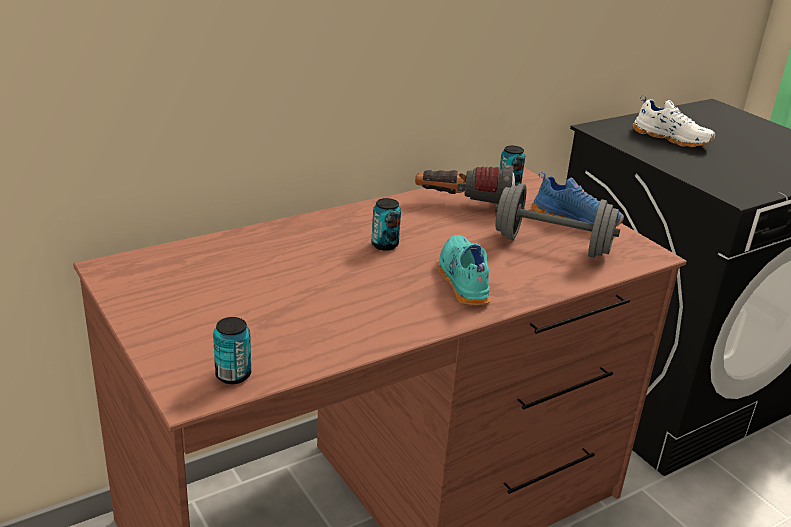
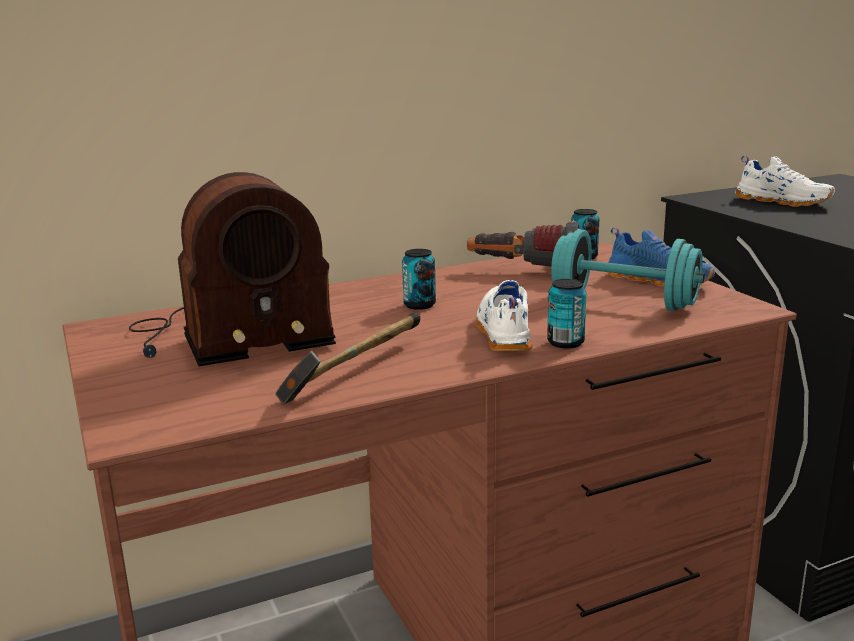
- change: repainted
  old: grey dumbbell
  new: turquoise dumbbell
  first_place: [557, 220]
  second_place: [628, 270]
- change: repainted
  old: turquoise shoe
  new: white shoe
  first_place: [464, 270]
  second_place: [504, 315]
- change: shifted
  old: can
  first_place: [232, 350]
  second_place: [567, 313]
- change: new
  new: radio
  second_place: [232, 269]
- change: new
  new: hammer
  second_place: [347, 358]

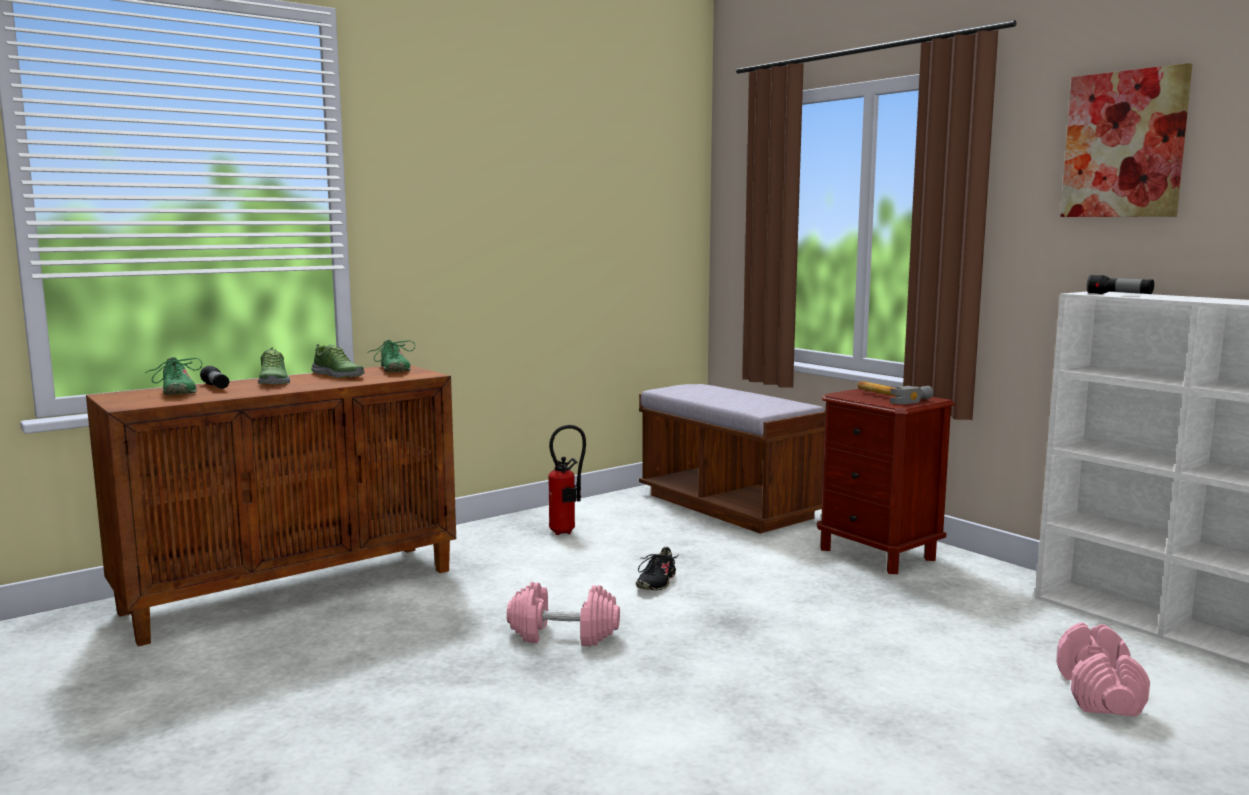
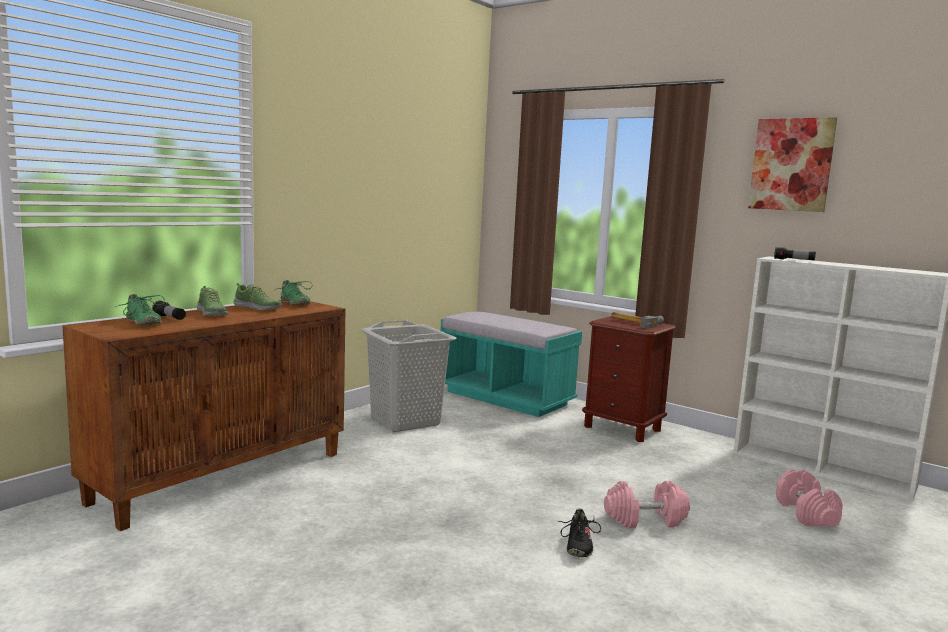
- change: repainted
  old: brown bench
  new: turquoise bench
  first_place: [732, 459]
  second_place: [511, 364]
- change: swapped
  old: fire extinguisher
  new: grey laundry basket
  first_place: [567, 480]
  second_place: [408, 376]
- change: shifted
  old: black shoe
  first_place: [658, 568]
  second_place: [579, 533]
- change: shifted
  old: pink dumbbell
  first_place: [563, 614]
  second_place: [647, 504]

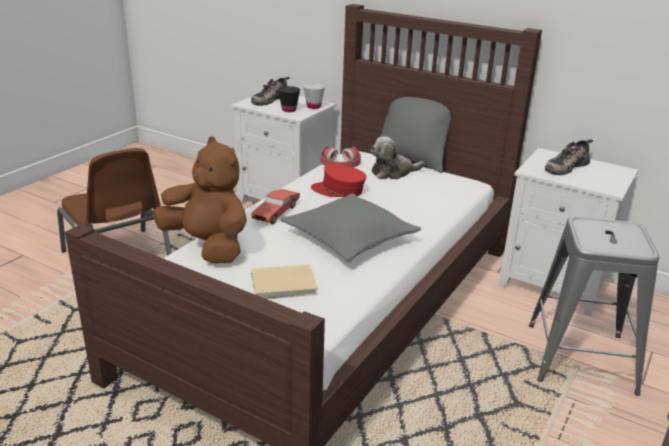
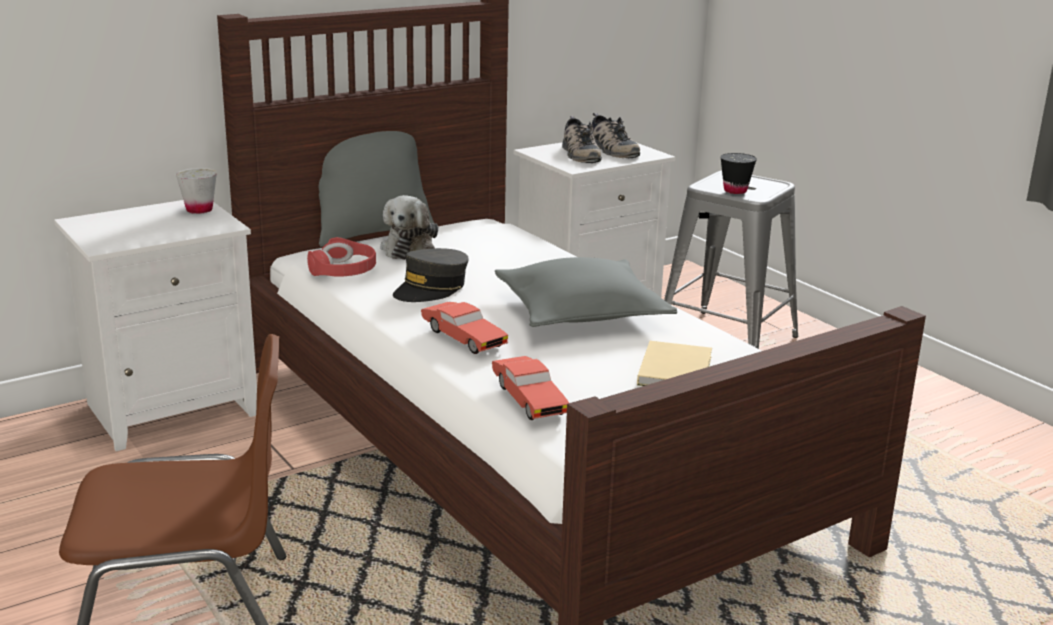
- change: shifted
  old: shoe
  first_place: [270, 91]
  second_place: [616, 135]
- change: shifted
  old: black cup
  first_place: [289, 99]
  second_place: [738, 173]
- change: swapped
  old: brown plush toy
  new: red toy car
  first_place: [199, 200]
  second_place: [530, 388]
- change: repainted
  old: red cap
  new: grey cap
  first_place: [339, 180]
  second_place: [431, 275]

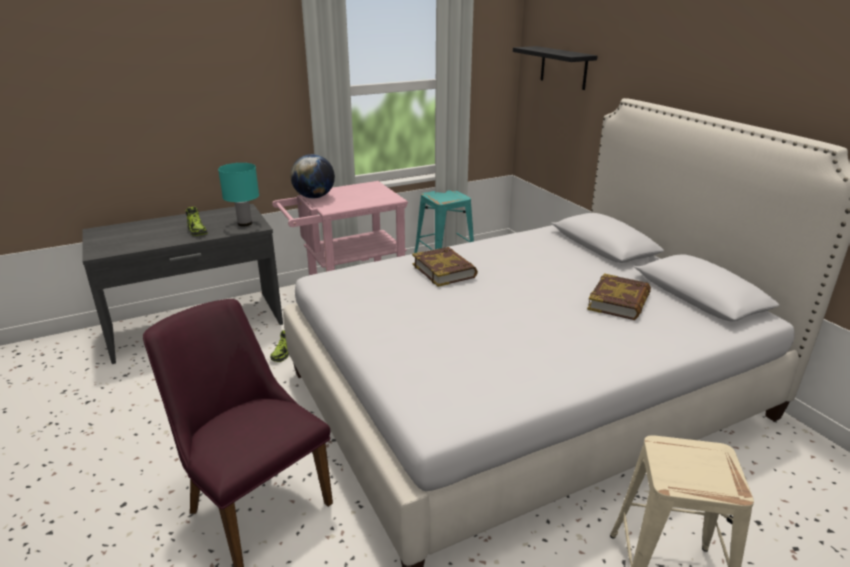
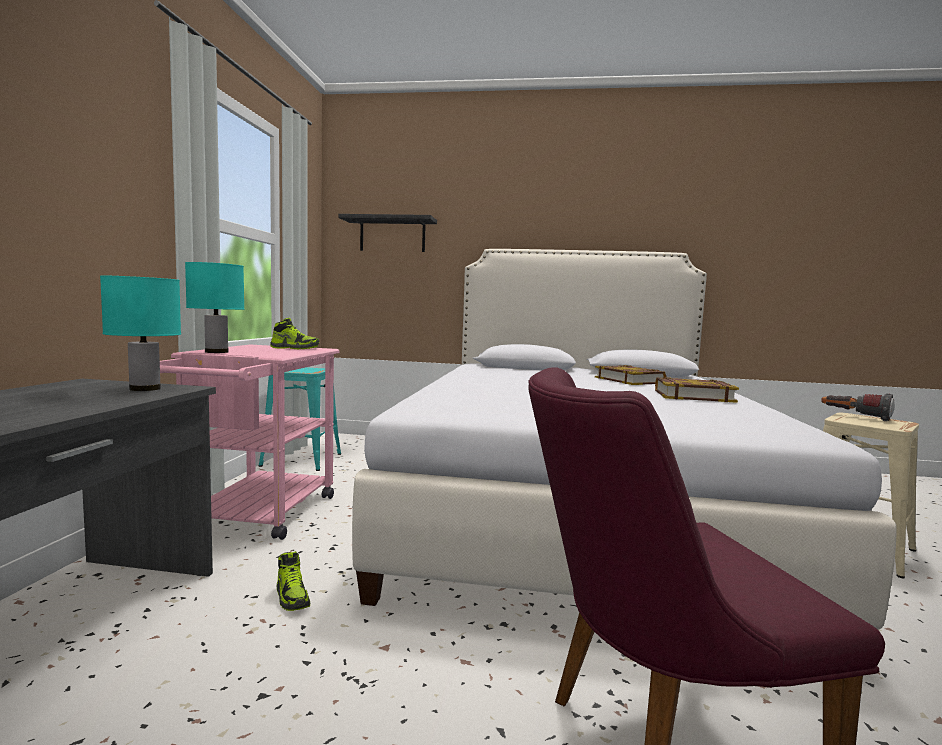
- change: swapped
  old: globe
  new: turquoise table lamp
  first_place: [312, 176]
  second_place: [214, 307]
- change: shifted
  old: shoe
  first_place: [197, 221]
  second_place: [294, 333]
- change: shifted
  old: book
  first_place: [445, 267]
  second_place: [697, 390]
- change: new
  new: flashlight
  second_place: [858, 407]

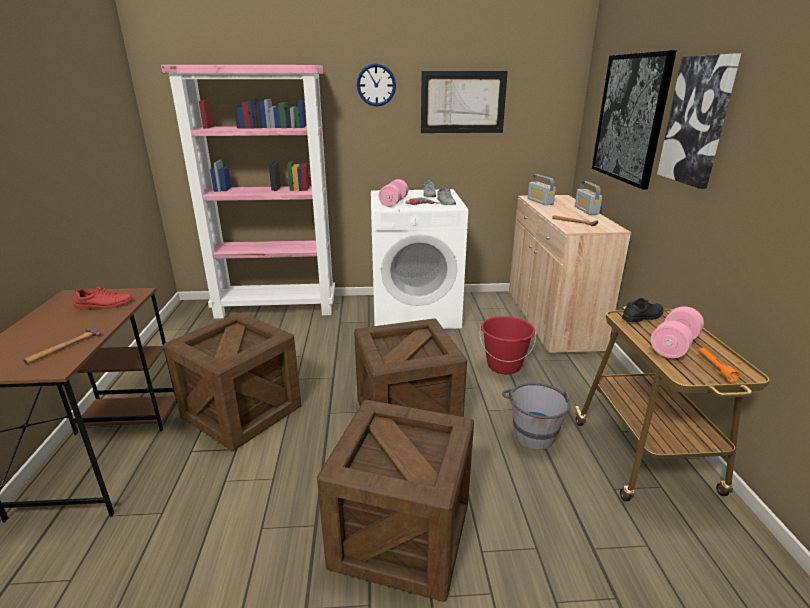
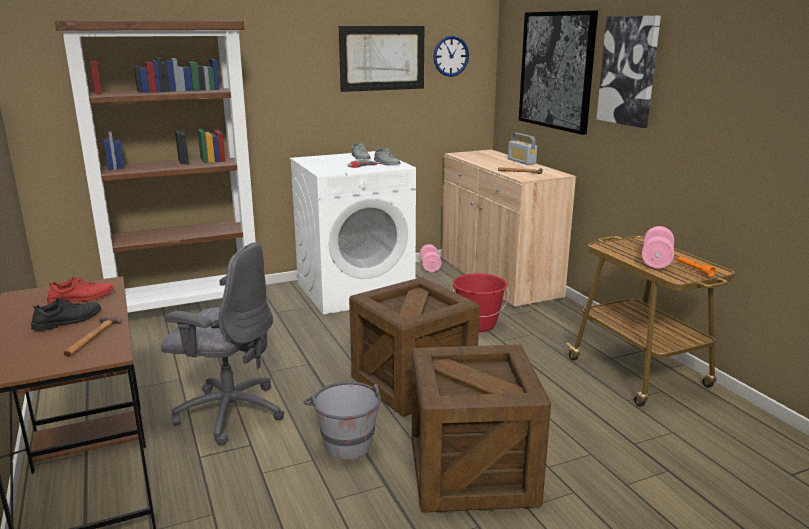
- change: shifted
  old: wall clock
  first_place: [376, 85]
  second_place: [451, 56]
- change: repainted
  old: pink bookcase
  new: brown bookcase
  first_place: [248, 192]
  second_place: [155, 166]
- change: gone
  old: radio
  first_place: [542, 189]
- change: shifted
  old: pink dumbbell
  first_place: [393, 193]
  second_place: [430, 258]
- change: shifted
  old: black shoe
  first_place: [643, 310]
  second_place: [66, 314]
- change: swapped
  old: crate
  new: grey office chair
  first_place: [232, 381]
  second_place: [222, 344]
- change: shifted
  old: grey bucket
  first_place: [536, 416]
  second_place: [342, 421]

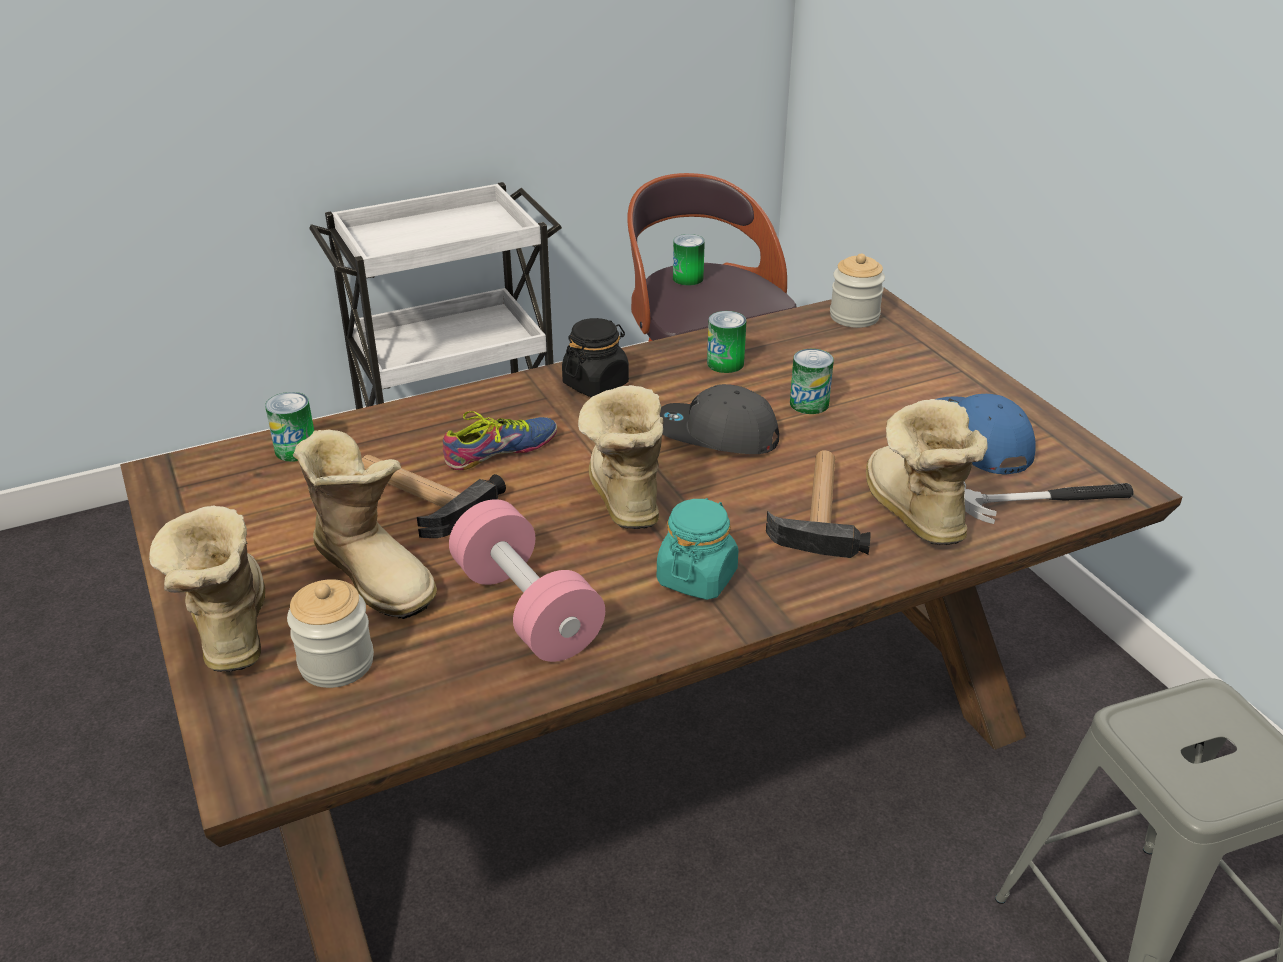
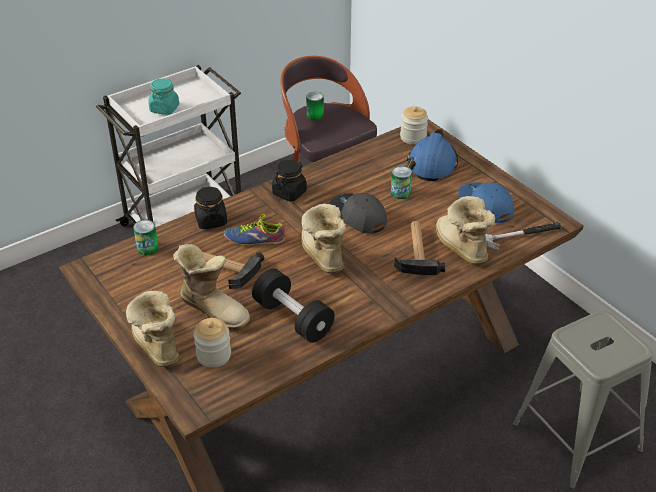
- change: gone
  old: can
  first_place: [726, 342]
- change: rotated
  old: grey cap
  first_place: [719, 419]
  second_place: [358, 213]
  degrees: 45
- change: rotated
  old: shoe
  first_place: [499, 440]
  second_place: [254, 230]
  degrees: -135
- change: shifted
  old: turquoise jar
  first_place: [697, 549]
  second_place: [163, 96]
- change: repainted
  old: pink dumbbell
  new: black dumbbell
  first_place: [527, 580]
  second_place: [293, 306]
- change: new
  new: blue hard hat
  second_place: [432, 155]
- change: new
  new: black jar
  second_place: [210, 208]

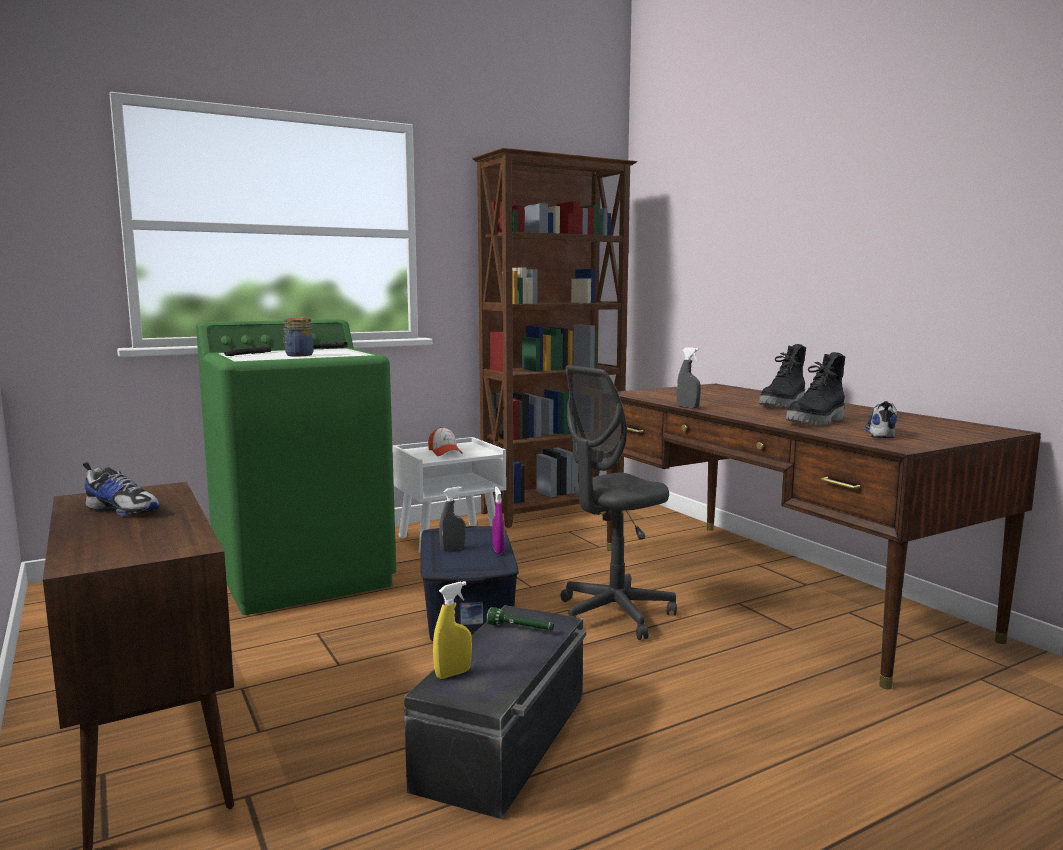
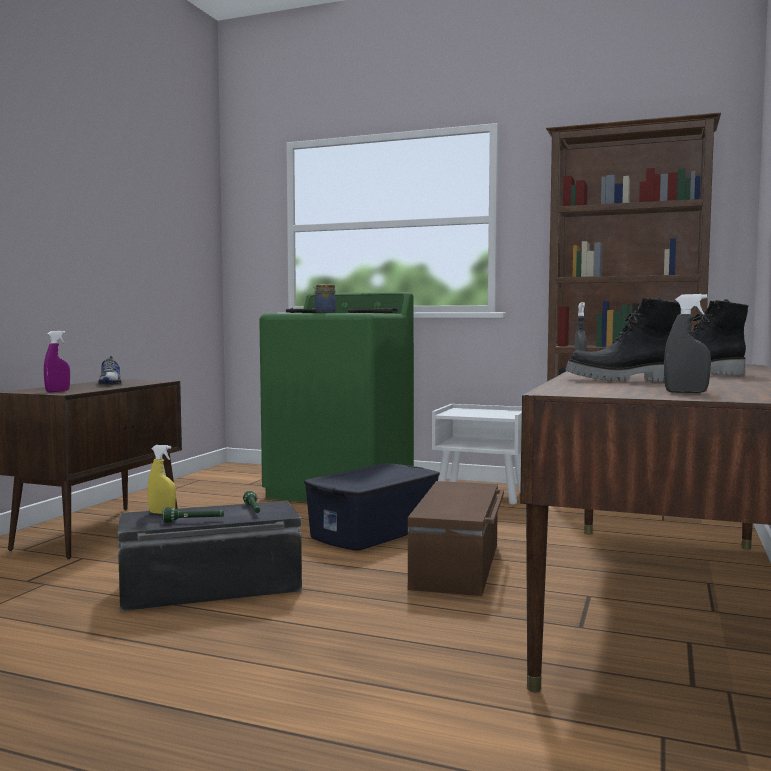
- change: swapped
  old: grey office chair
  new: brown storage box
  first_place: [619, 502]
  second_place: [456, 538]
- change: gone
  old: shoe
  first_place: [881, 419]
- change: gone
  old: cap
  first_place: [445, 441]
- change: shifted
  old: purple spray bottle
  first_place: [498, 520]
  second_place: [57, 361]
- change: shifted
  old: grey spray bottle
  first_place: [452, 519]
  second_place: [687, 343]
- change: new
  new: green flashlight
  second_place: [193, 515]

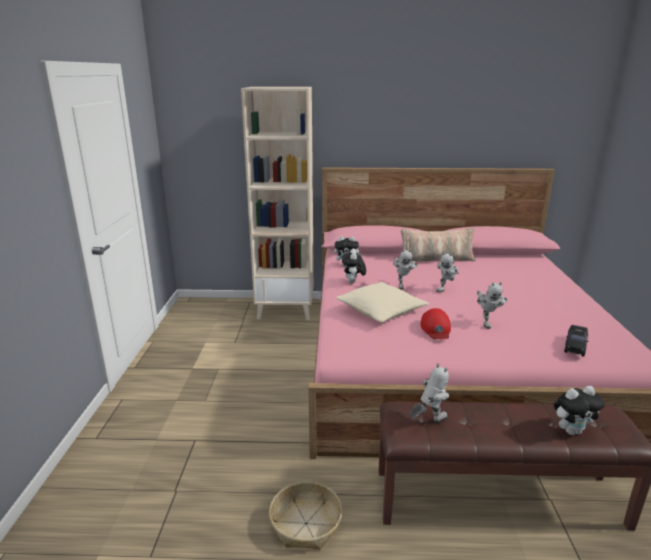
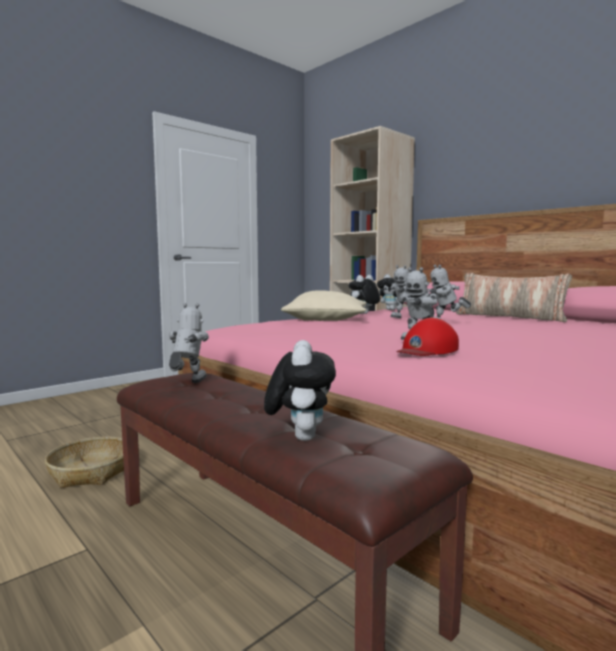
- change: shifted
  old: red cap
  first_place: [436, 323]
  second_place: [428, 337]
- change: gone
  old: black toy car
  first_place: [576, 341]
- change: rotated
  old: toy robot
  first_place: [429, 393]
  second_place: [189, 343]
  degrees: -90
- change: rotated
  old: plush toy
  first_place: [579, 410]
  second_place: [300, 390]
  degrees: -120

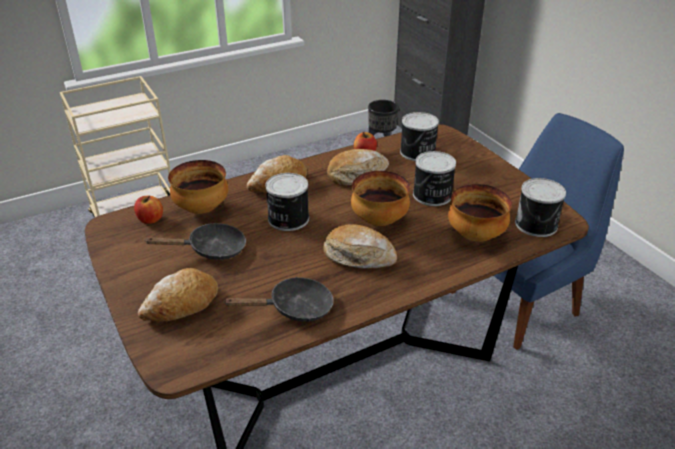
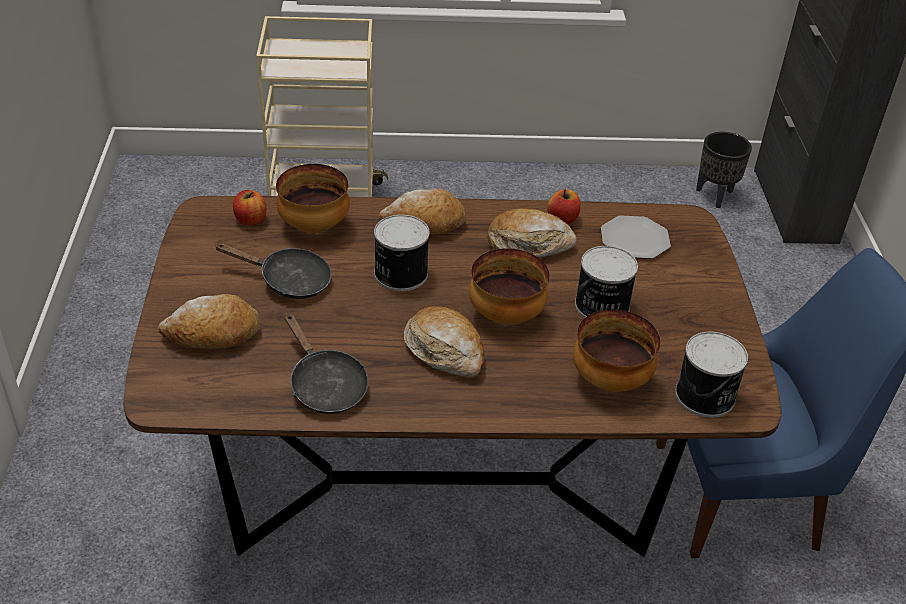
- change: swapped
  old: can
  new: plate
  first_place: [419, 136]
  second_place: [636, 237]
- change: rotated
  old: black frying pan
  first_place: [278, 299]
  second_place: [326, 363]
  degrees: 45

